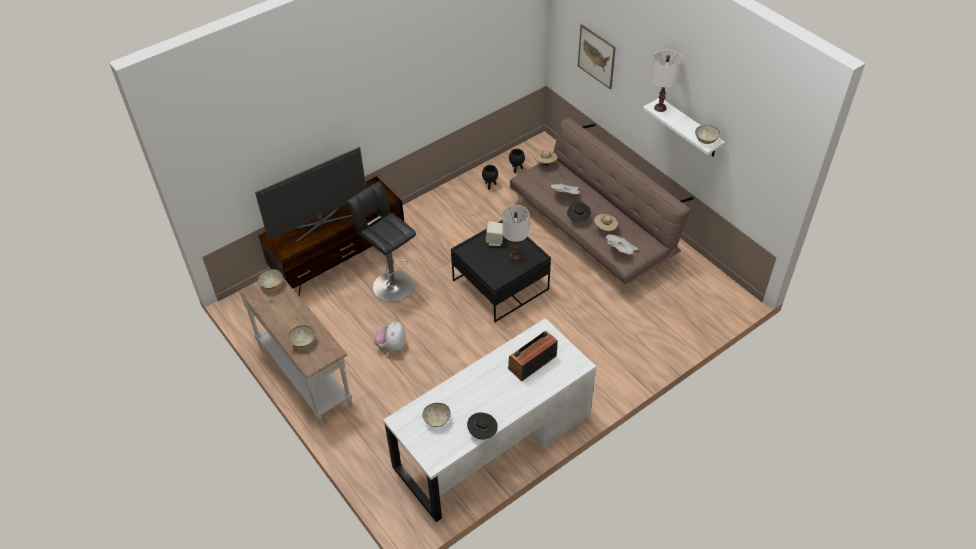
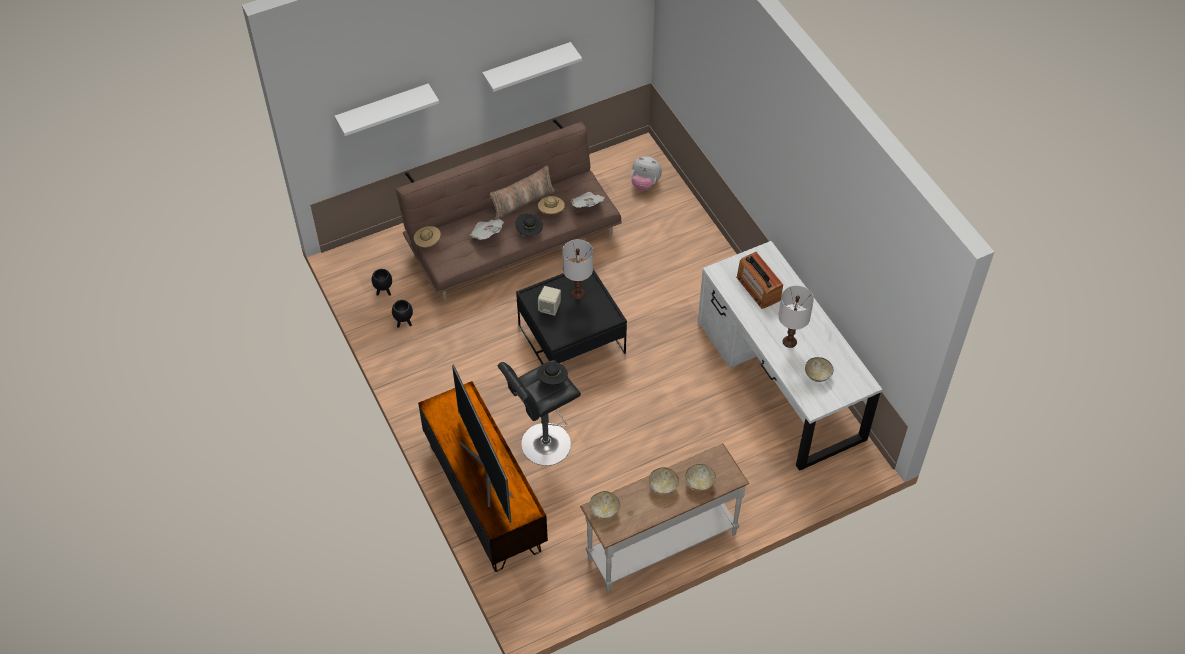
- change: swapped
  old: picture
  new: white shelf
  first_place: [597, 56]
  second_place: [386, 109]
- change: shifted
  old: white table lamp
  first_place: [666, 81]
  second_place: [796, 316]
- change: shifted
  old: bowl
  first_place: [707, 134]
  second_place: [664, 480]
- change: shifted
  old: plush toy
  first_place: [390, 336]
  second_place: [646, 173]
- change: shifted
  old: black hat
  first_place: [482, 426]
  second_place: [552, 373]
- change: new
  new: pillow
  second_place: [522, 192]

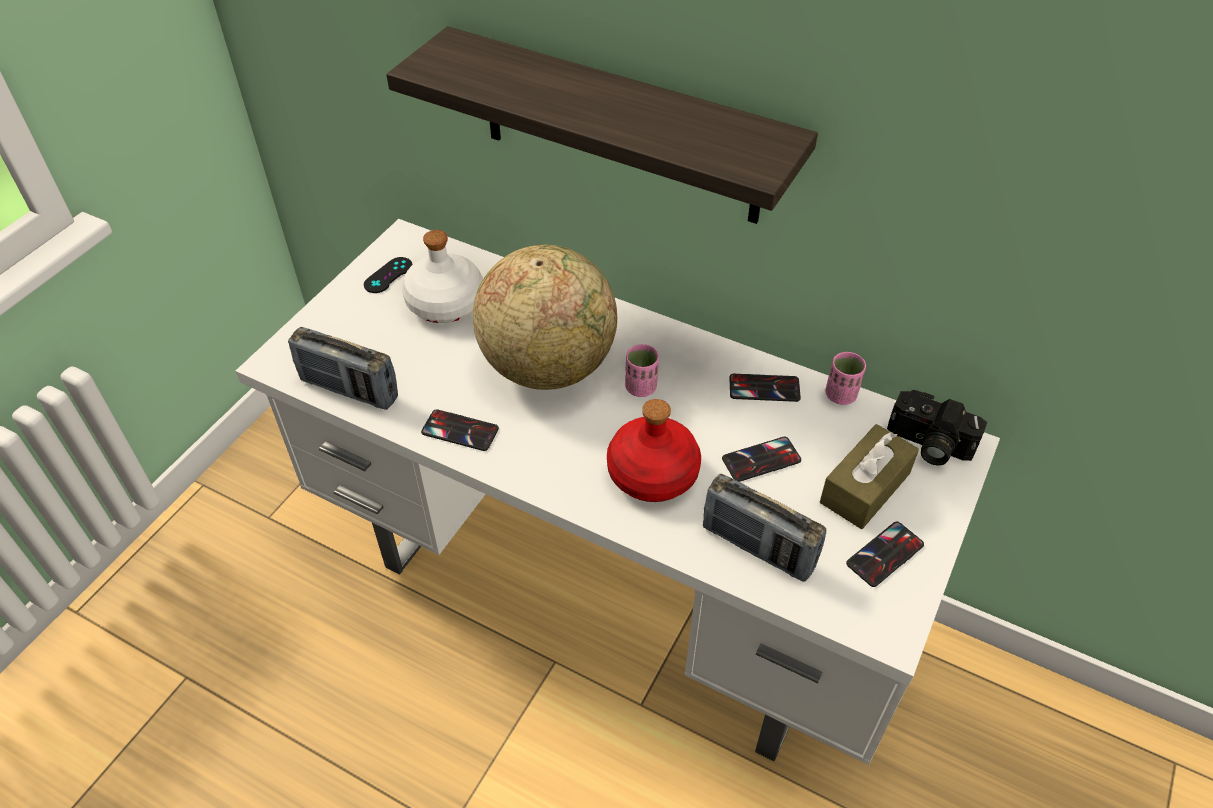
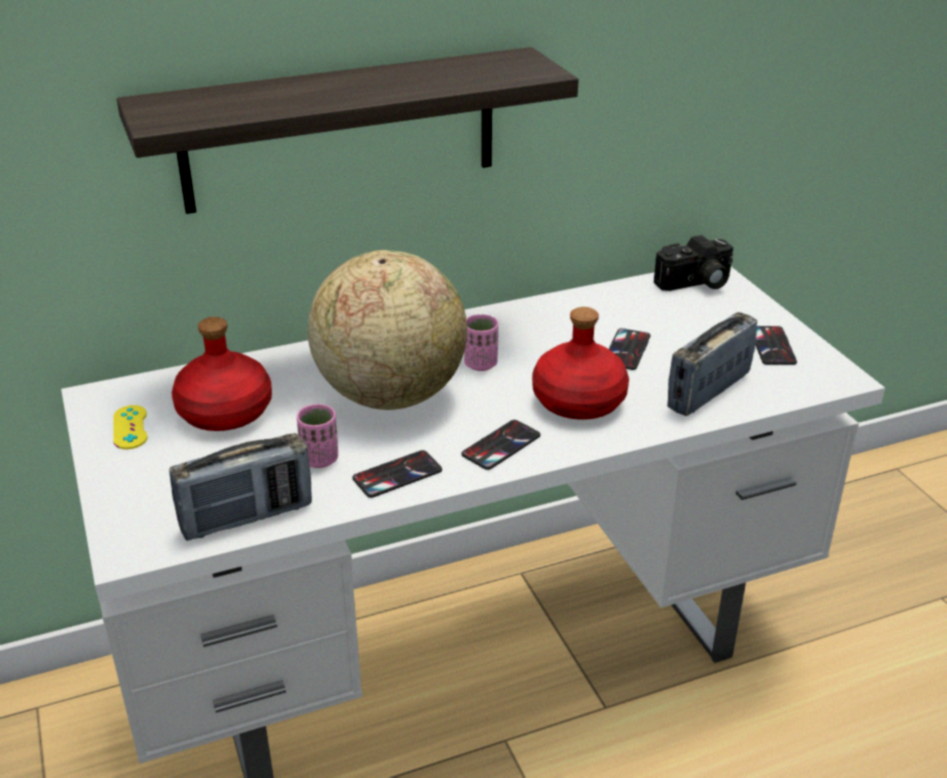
- change: repainted
  old: white bottle
  new: red bottle
  first_place: [442, 276]
  second_place: [222, 374]
- change: repainted
  old: black game controller
  new: yellow game controller
  first_place: [388, 275]
  second_place: [130, 427]
- change: shifted
  old: pink cup
  first_place: [845, 378]
  second_place: [317, 436]
- change: shifted
  old: phone
  first_place: [765, 388]
  second_place: [501, 445]
- change: gone
  old: brown tissue box
  first_place: [869, 476]
- change: rotated
  old: radio
  first_place: [764, 527]
  second_place: [712, 364]
  degrees: 150

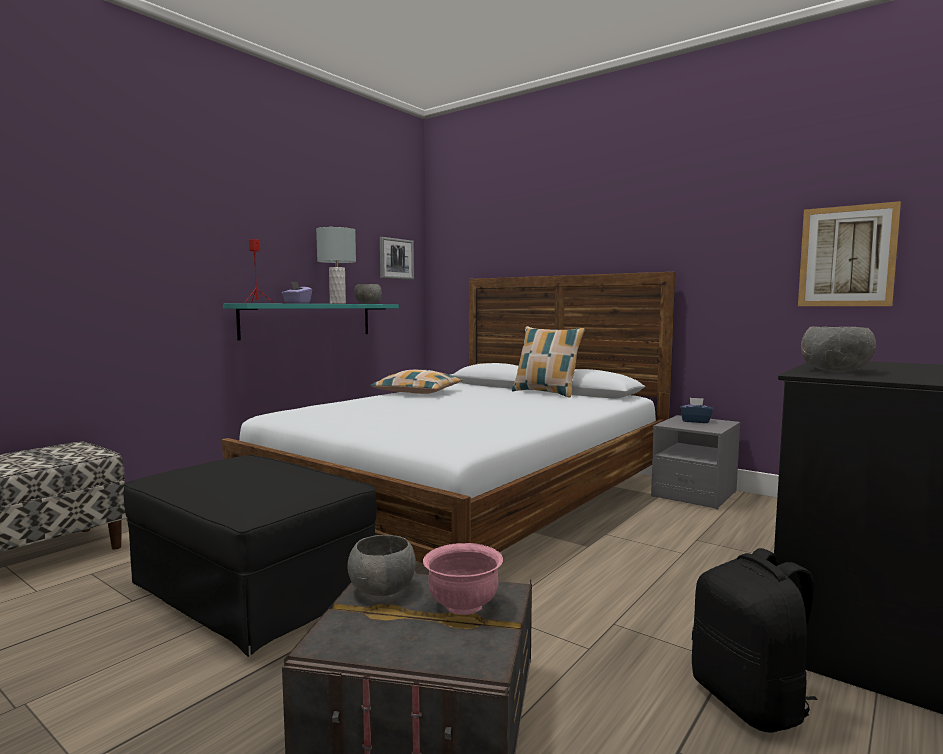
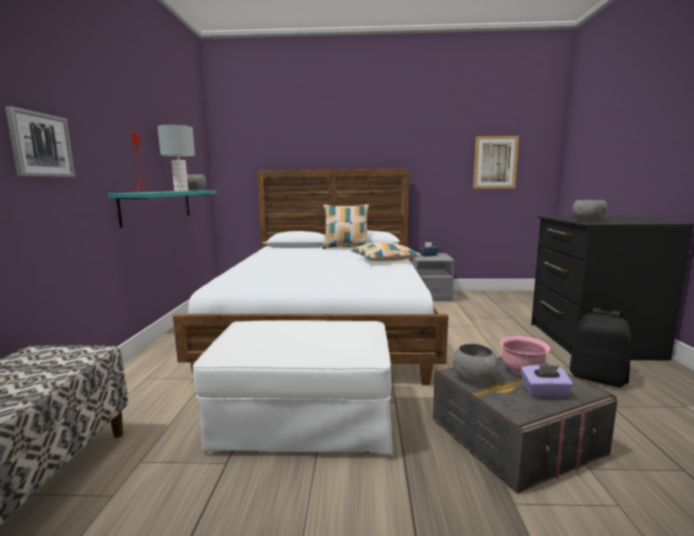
- change: shifted
  old: picture
  first_place: [397, 258]
  second_place: [40, 142]
- change: shifted
  old: purple tissue box
  first_place: [297, 293]
  second_place: [547, 381]
- change: shifted
  old: pillow
  first_place: [416, 382]
  second_place: [386, 251]
- change: repainted
  old: black ottoman
  new: white ottoman
  first_place: [250, 556]
  second_place: [293, 387]

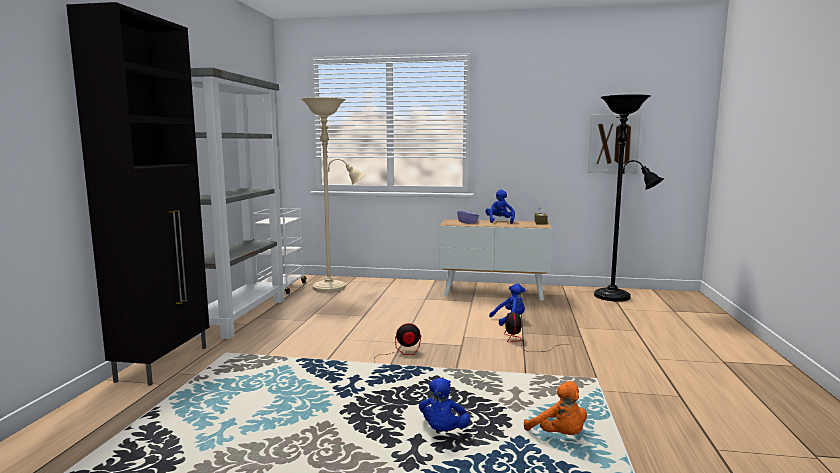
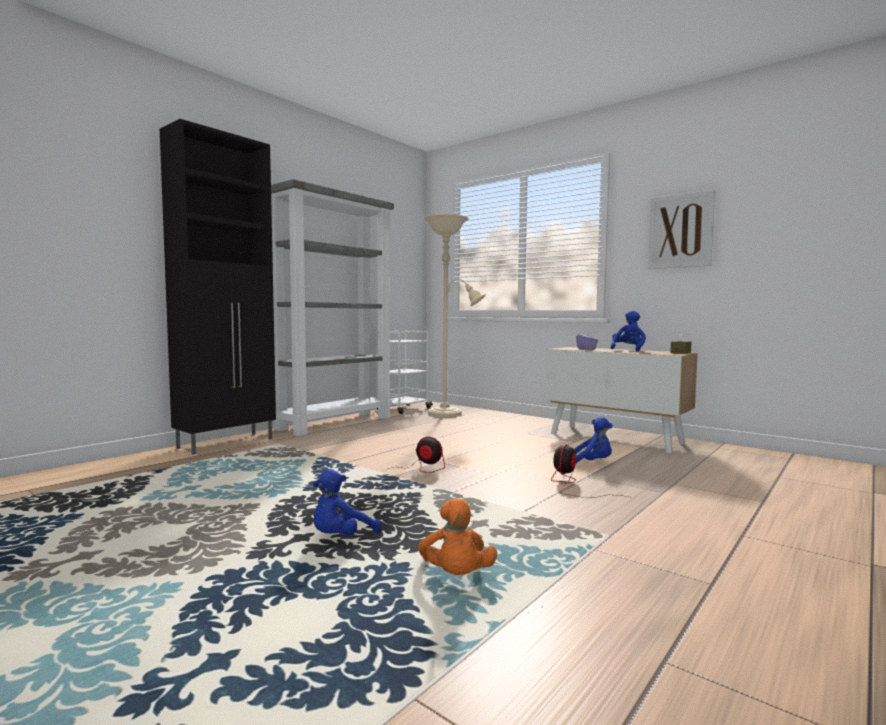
- change: gone
  old: black floor lamp
  first_place: [629, 198]
- change: shifted
  old: picture
  first_place: [614, 143]
  second_place: [681, 229]

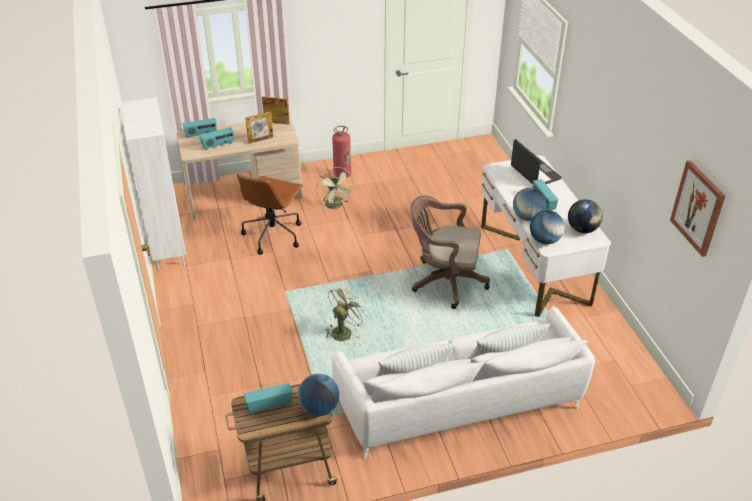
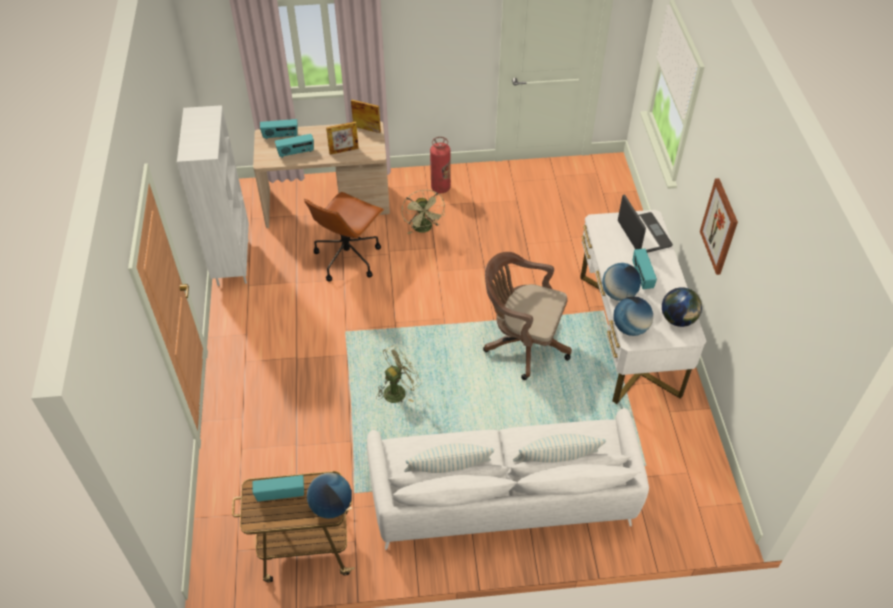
- change: shifted
  old: picture
  first_place: [697, 208]
  second_place: [719, 226]

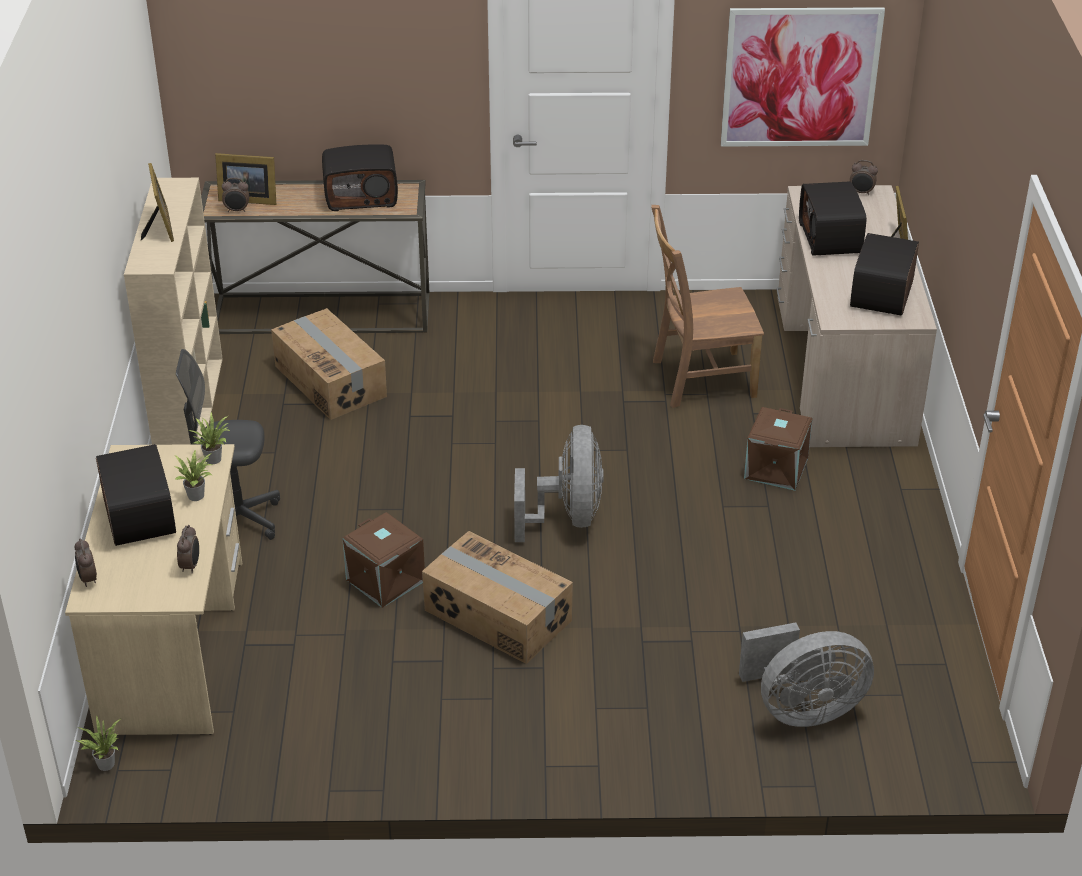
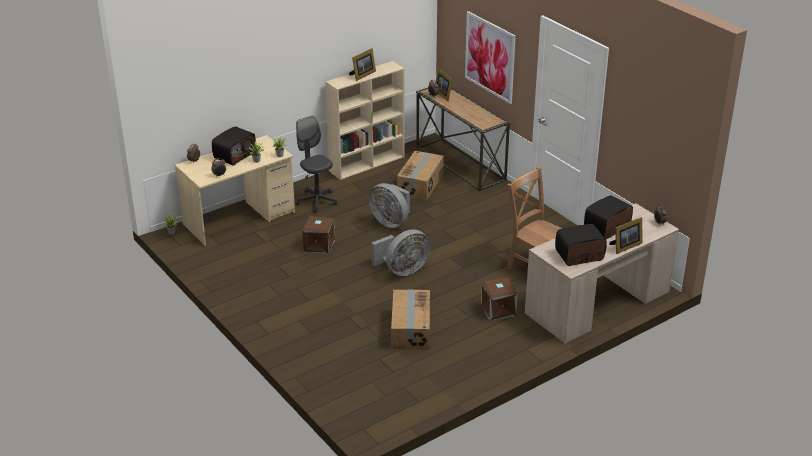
- change: shifted
  old: picture
  first_place: [803, 77]
  second_place: [490, 57]
- change: gone
  old: radio
  first_place: [360, 177]
- change: shifted
  old: cardboard box
  first_place: [497, 597]
  second_place: [410, 320]
- change: shifted
  old: grey fan
  first_place: [806, 675]
  second_place: [389, 205]

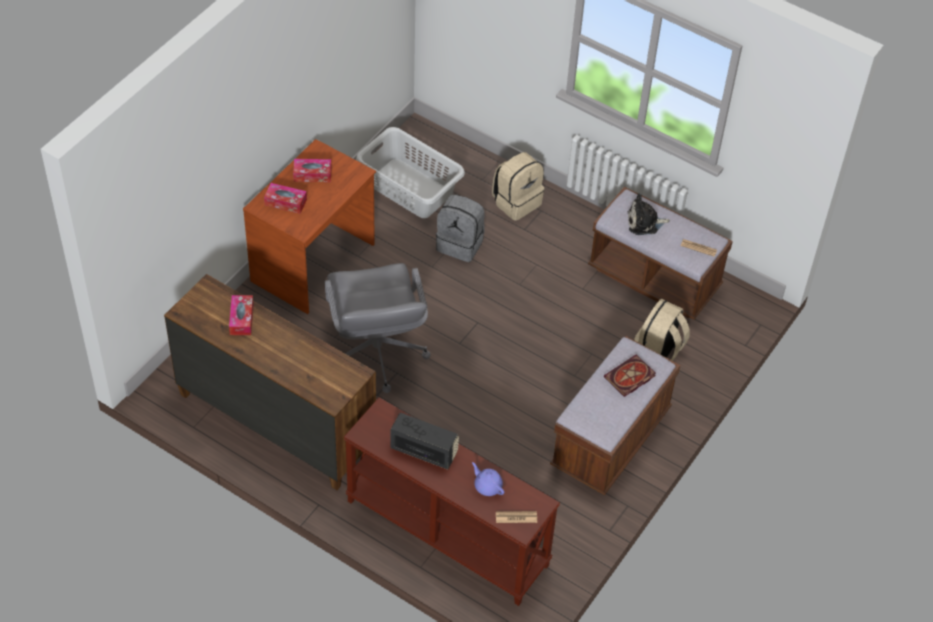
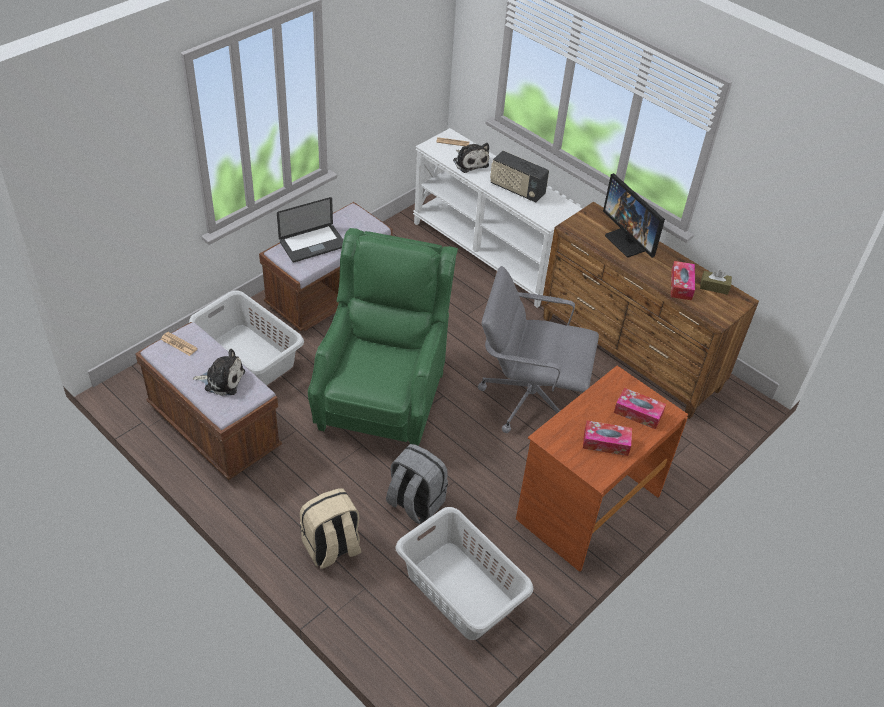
- change: rotated
  old: grey office chair
  first_place: [378, 328]
  second_place: [538, 349]
  degrees: -75
- change: swapped
  old: beige backpack
  new: grey laundry basket
  first_place: [662, 330]
  second_place: [246, 338]
- change: swapped
  old: book
  new: laptop
  first_place: [630, 376]
  second_place: [310, 229]
- change: repainted
  old: brown console table
  new: white console table
  first_place: [452, 501]
  second_place: [497, 218]
- change: swapped
  old: purple teapot
  new: plush toy
  first_place: [488, 479]
  second_place: [471, 158]
- change: new
  new: monitor
  second_place: [634, 215]
- change: new
  new: green armchair
  second_place: [383, 337]
- change: new
  new: brown tissue box
  second_place: [716, 282]

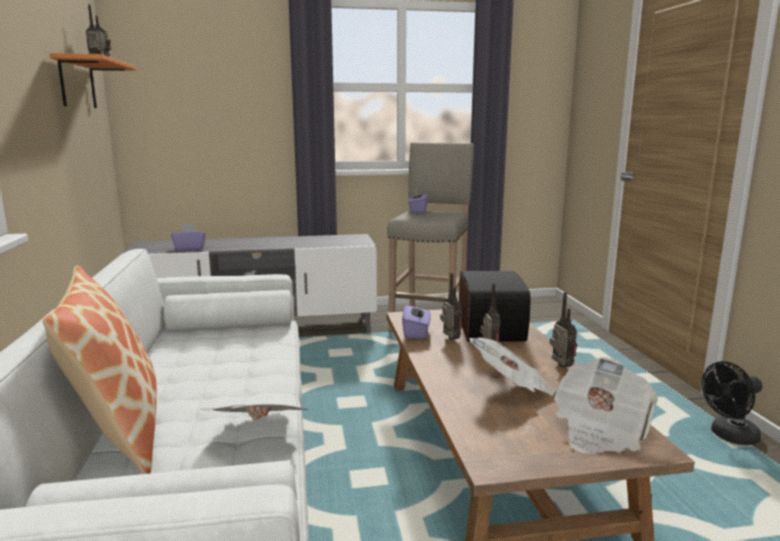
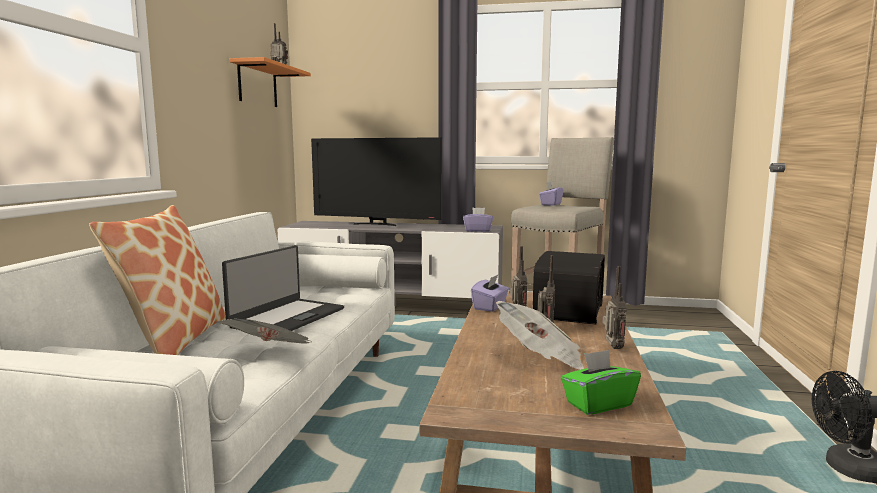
- change: shifted
  old: purple tissue box
  first_place: [188, 236]
  second_place: [478, 220]
- change: swapped
  old: newspaper
  new: green tissue box
  first_place: [605, 405]
  second_place: [601, 382]
- change: new
  new: television
  second_place: [376, 181]
- change: new
  new: laptop
  second_place: [283, 288]

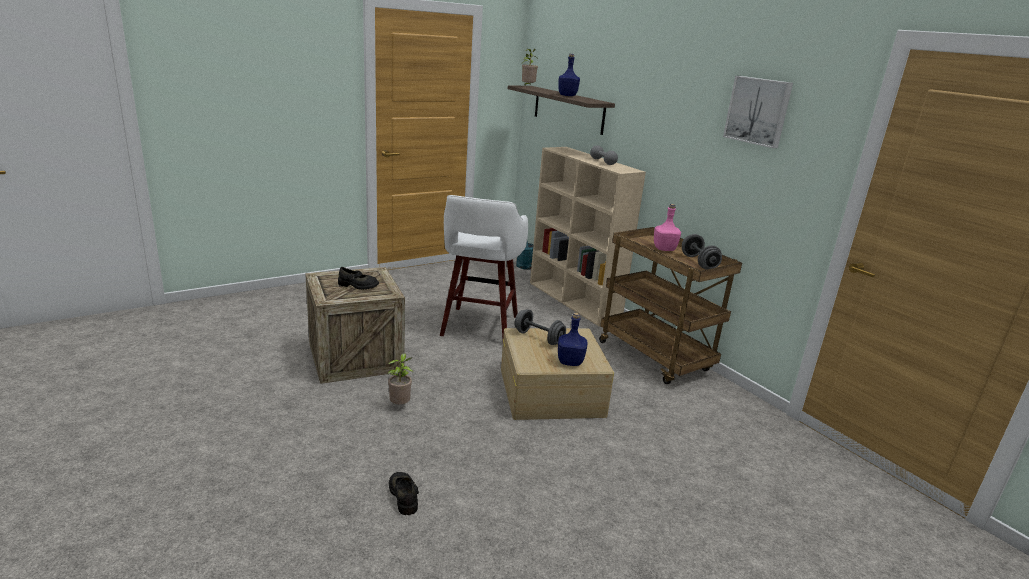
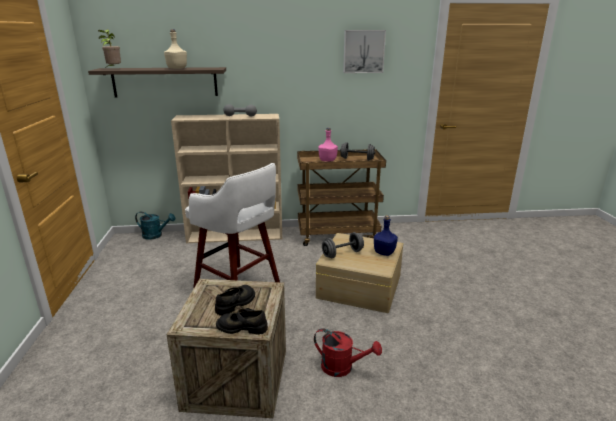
- change: repainted
  old: blue bottle
  new: beige bottle
  first_place: [569, 75]
  second_place: [175, 49]
- change: swapped
  old: potted plant
  new: red watering can
  first_place: [400, 378]
  second_place: [348, 352]
- change: shifted
  old: black shoe
  first_place: [404, 493]
  second_place: [242, 321]

